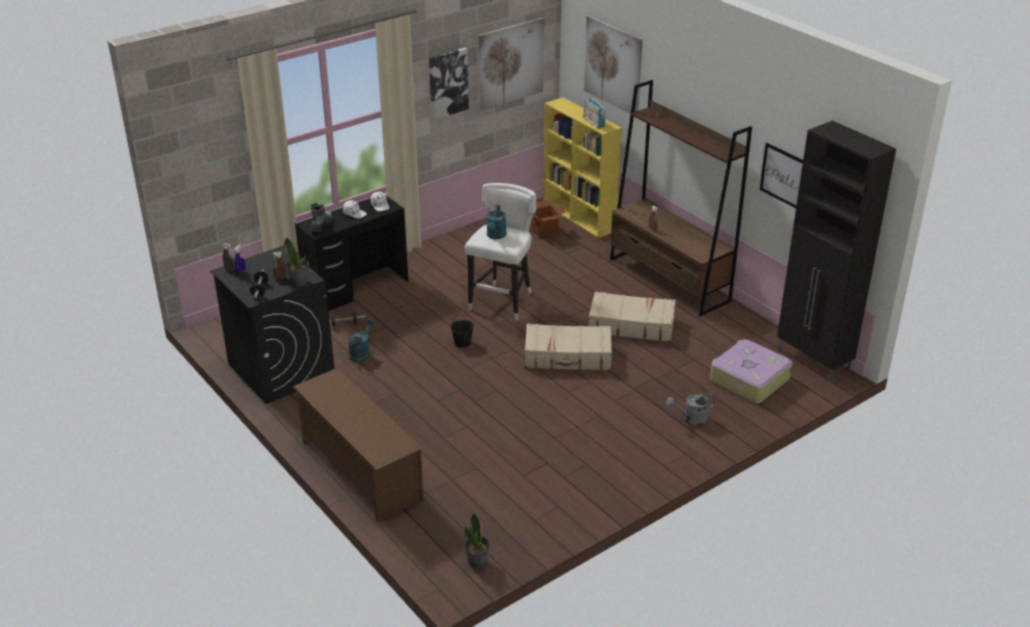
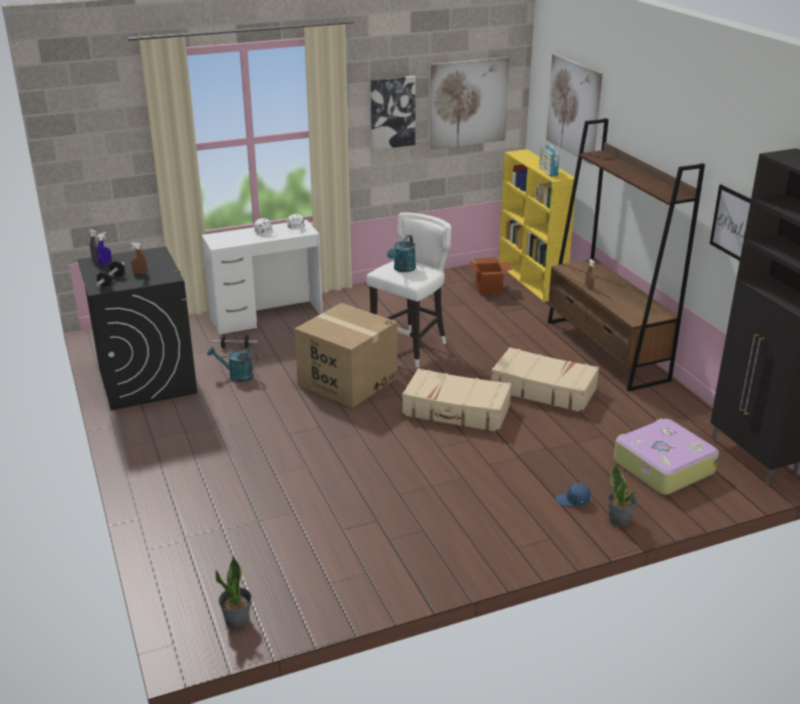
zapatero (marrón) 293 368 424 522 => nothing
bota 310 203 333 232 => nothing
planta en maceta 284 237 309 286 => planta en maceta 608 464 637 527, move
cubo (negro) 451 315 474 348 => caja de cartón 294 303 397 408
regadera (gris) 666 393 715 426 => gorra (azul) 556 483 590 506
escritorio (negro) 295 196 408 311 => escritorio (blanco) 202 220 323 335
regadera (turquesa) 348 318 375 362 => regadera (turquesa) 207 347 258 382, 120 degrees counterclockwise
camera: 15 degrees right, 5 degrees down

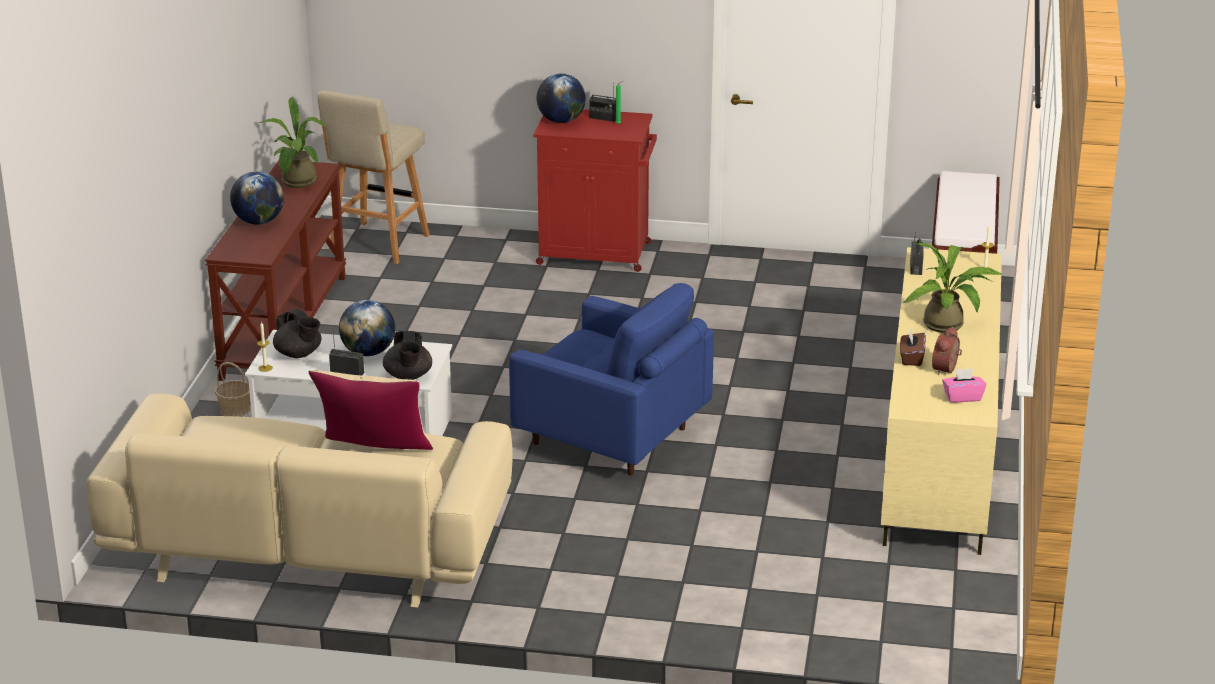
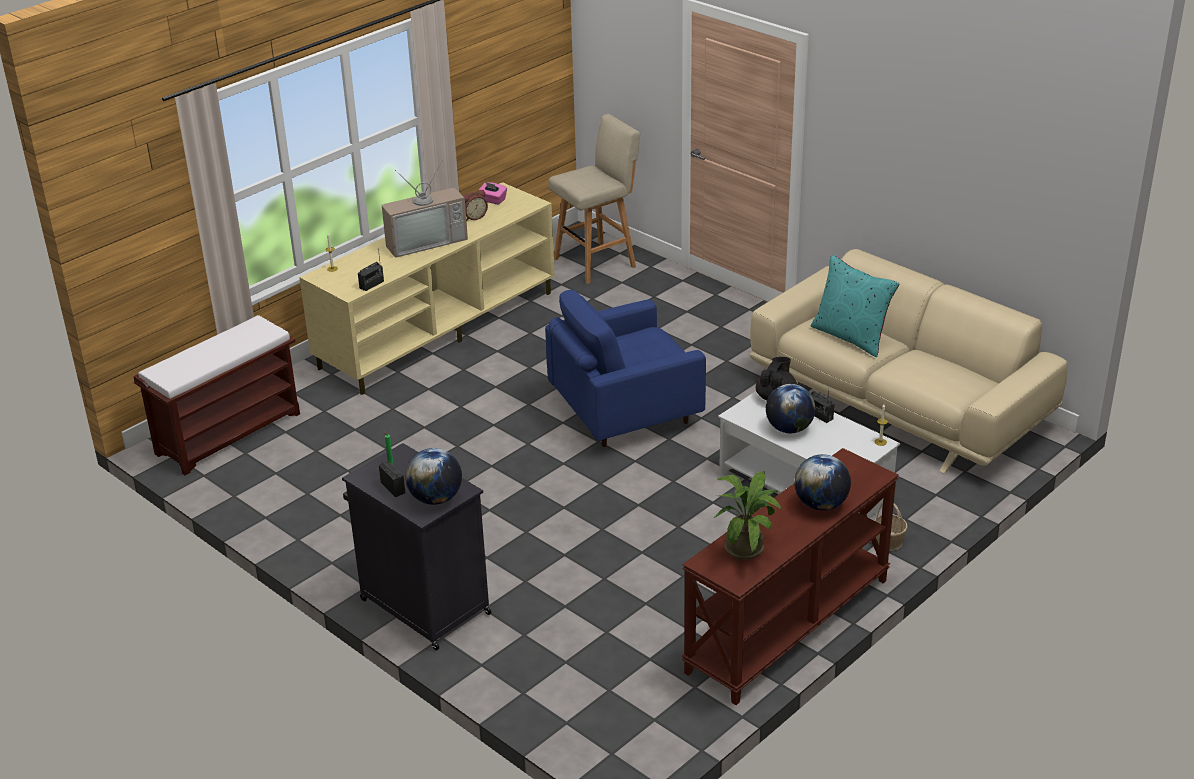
tetera (negro) 273 309 322 358 => nothing
caja de pañuelos (marrón) 900 328 926 366 => nothing
taburete (beis) 317 90 430 264 => taburete (beis) 548 114 640 284, move
planta en maceta 903 243 1002 333 => televisor 382 159 468 258
cojín (beis) 308 370 433 450 => cojín (turquesa) 811 255 899 357
armario (rojo) 534 109 657 272 => armario (negro) 342 443 491 651
sillón (azul) 509 283 714 476 => sillón (azul) 545 290 706 447, 90 degrees counterclockwise
camera: 145 degrees left, 5 degrees up

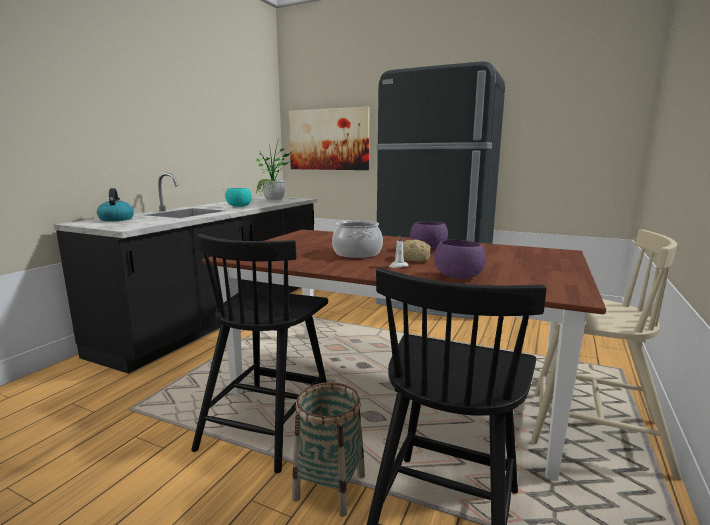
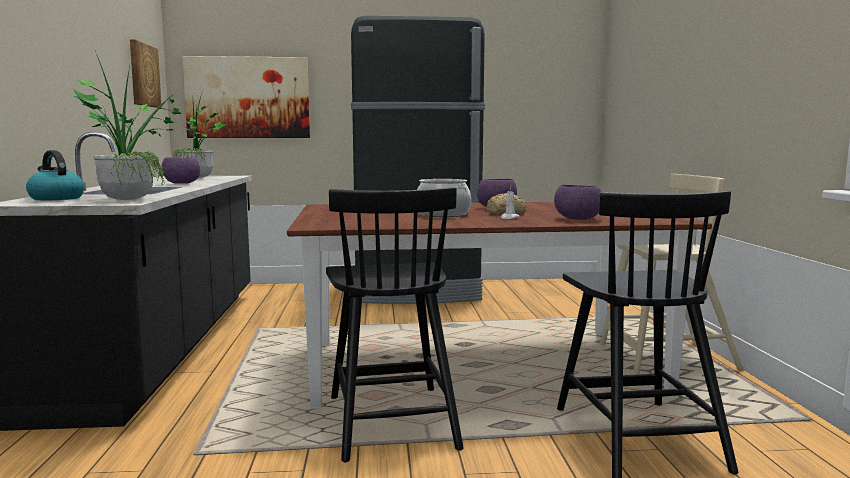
cesta 292 382 365 517 => nothing
nothing => planta en maceta 73 51 182 200
nothing => cuadro 130 39 162 108
cuenco (turquesa) 225 188 252 207 => cuenco (morado) 161 157 200 184
camera: 30 degrees left, 5 degrees down

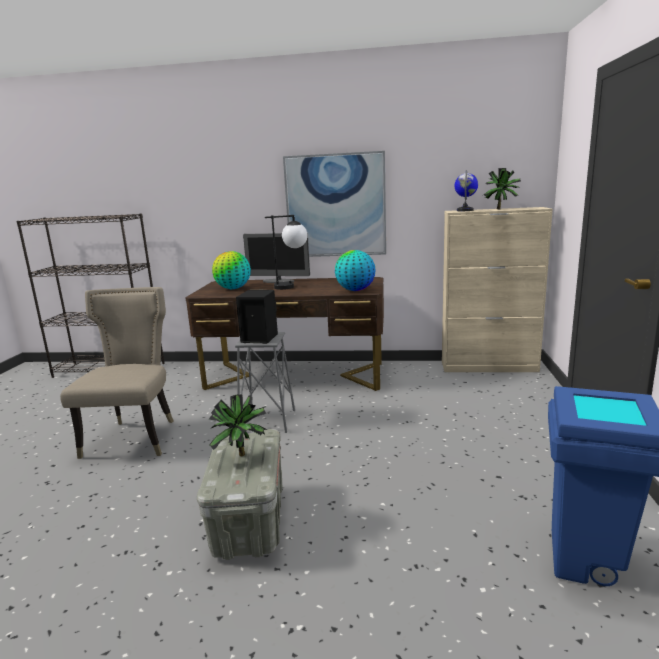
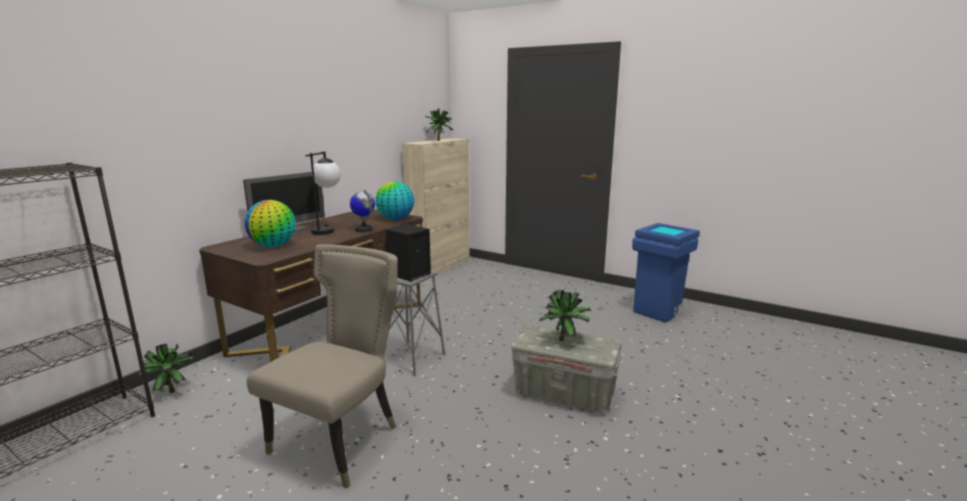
cuadro 283 151 386 257 => nothing
nothing => planta en maceta 138 343 194 393
globo terráqueo 454 170 478 211 => globo terráqueo 350 189 375 232, move
silla (beis) 60 287 174 459 => silla (beis) 247 244 398 488, 90 degrees clockwise
camera: 65 degrees left, 0 degrees up

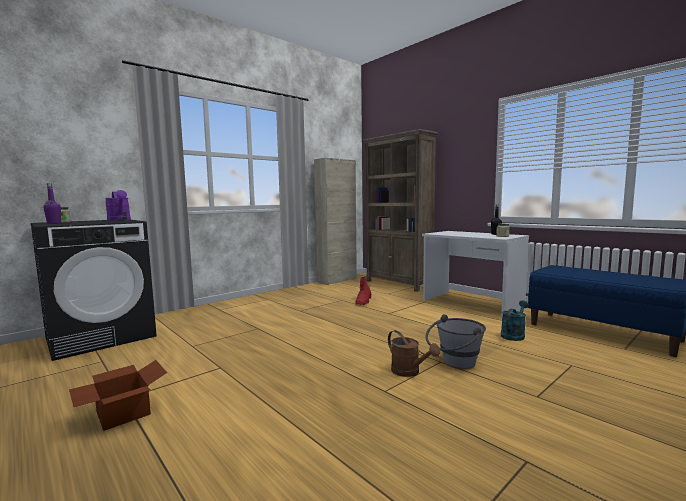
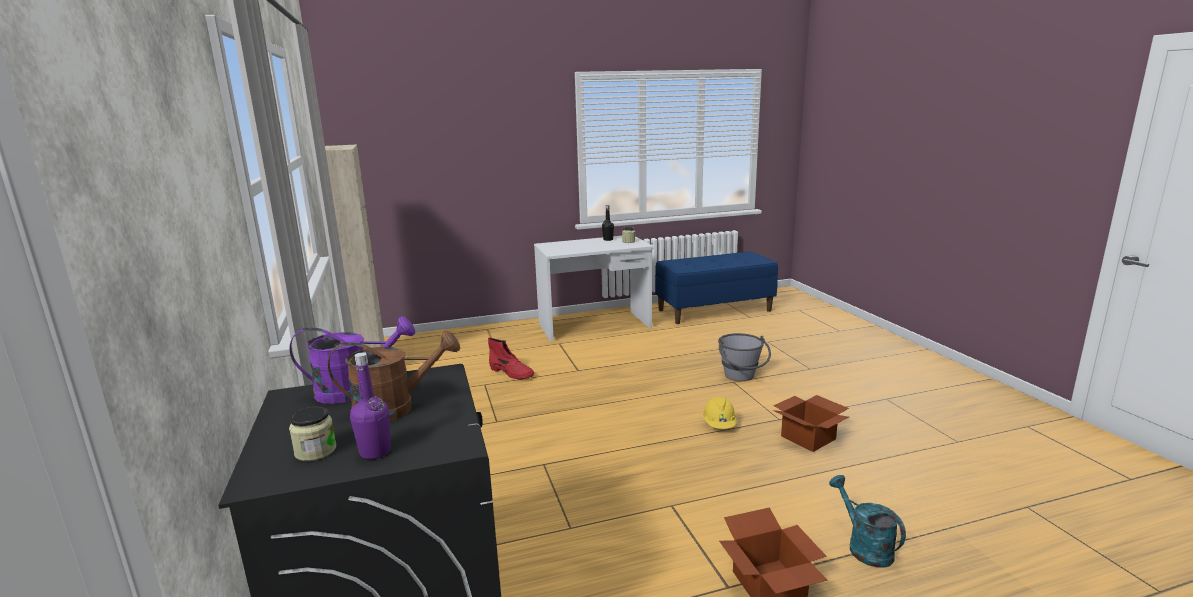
estantería (marrón) 363 129 438 292 => nothing
nothing => casco (amarillo) 703 397 737 429
nothing => caja de cartón 772 395 849 452
regadera (marrón) 388 330 440 377 => regadera (marrón) 328 331 460 421, move
regadera (turquesa) 501 300 529 341 => regadera (turquesa) 829 475 906 568, move
camera: 65 degrees left, 10 degrees up

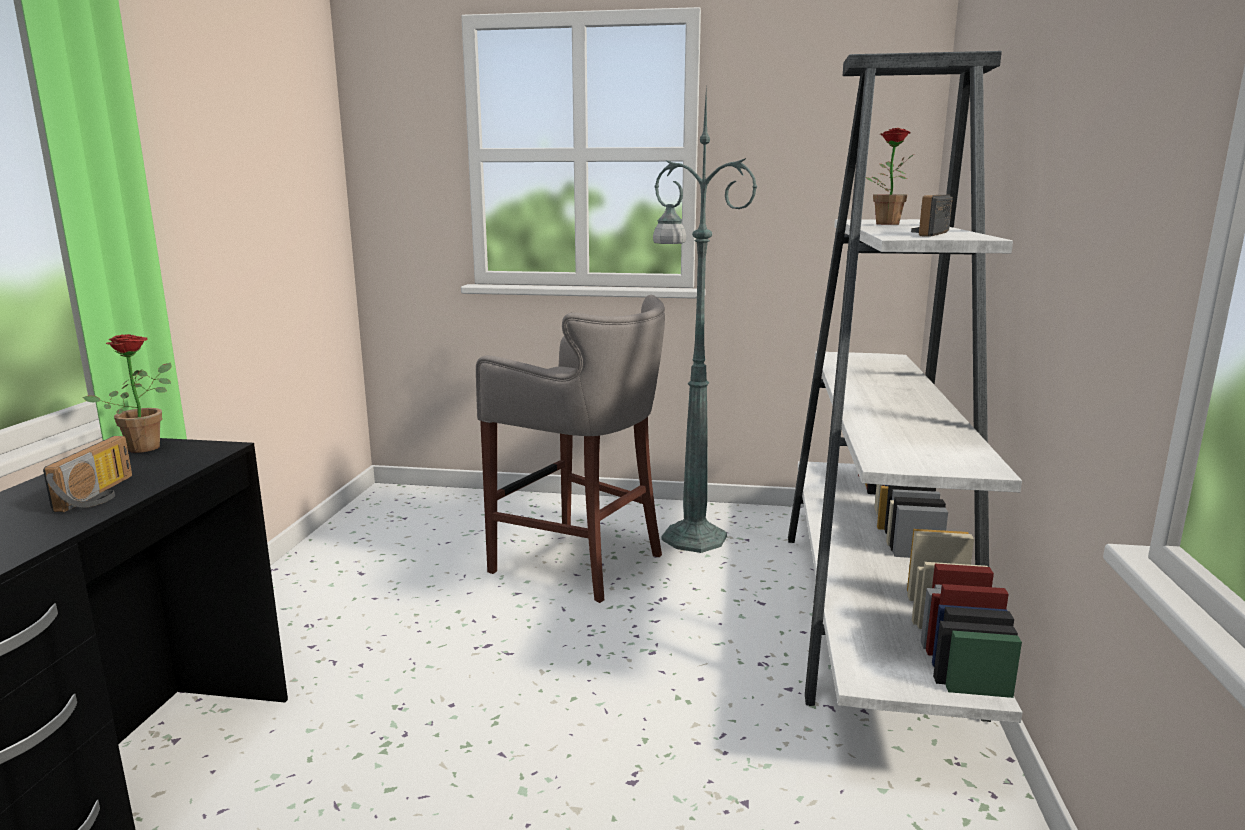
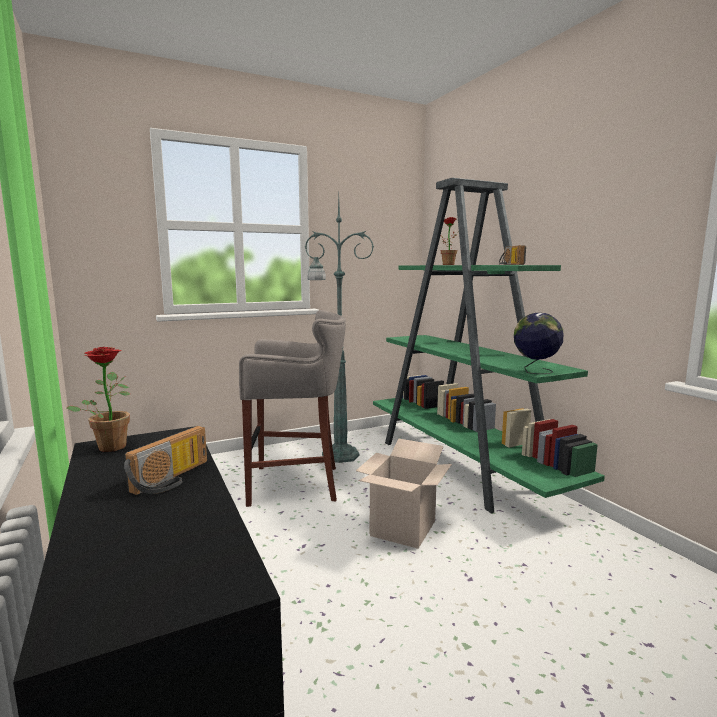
nothing => caja de cartón 356 439 452 549
nothing => globo terráqueo 514 313 563 374
estantería (blanco) 788 51 1023 723 => estantería (verde) 373 178 605 513
radio 43 436 132 512 => radio 124 426 207 495, 60 degrees clockwise
camera: 35 degrees left, 5 degrees down

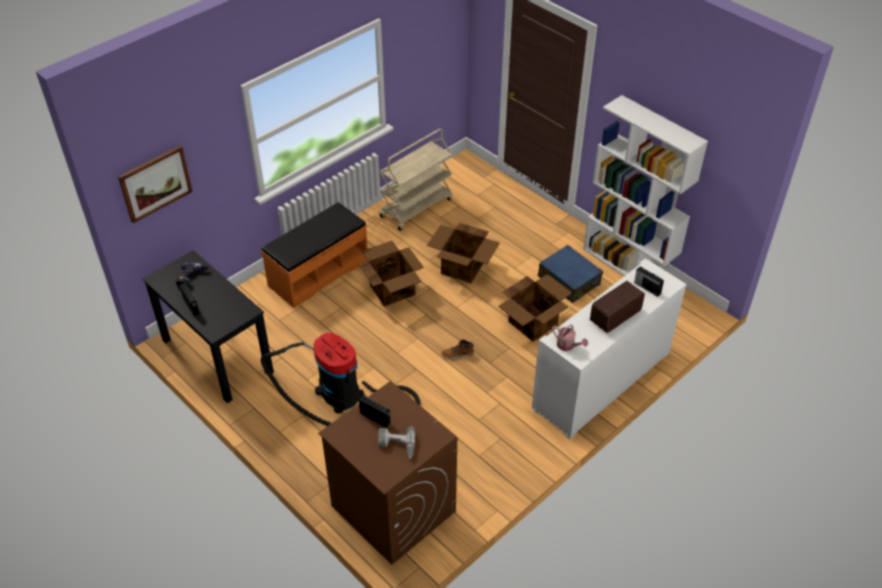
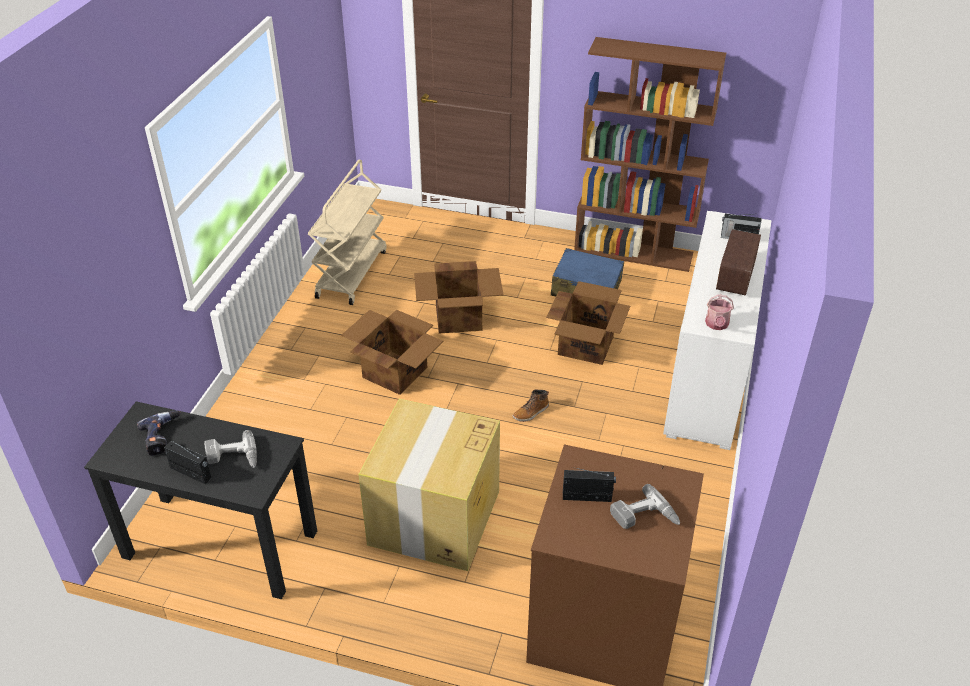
cuadro 118 145 193 223 => nothing
banco (naranja) 261 202 368 308 => nothing
nothing => taladro 204 430 257 468
aspiradora 261 333 420 426 => caja de cartón 358 399 500 571
estantería (blanco) 583 95 708 276 => estantería (marrón) 574 37 726 272
regadera 552 325 588 351 => regadera 705 294 734 330, 90 degrees clockwise
camera: 30 degrees left, 5 degrees down

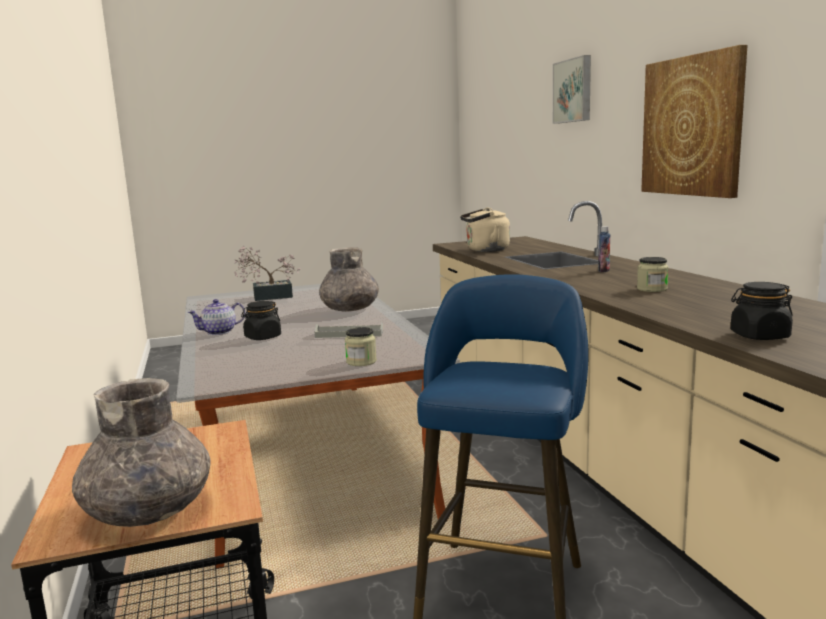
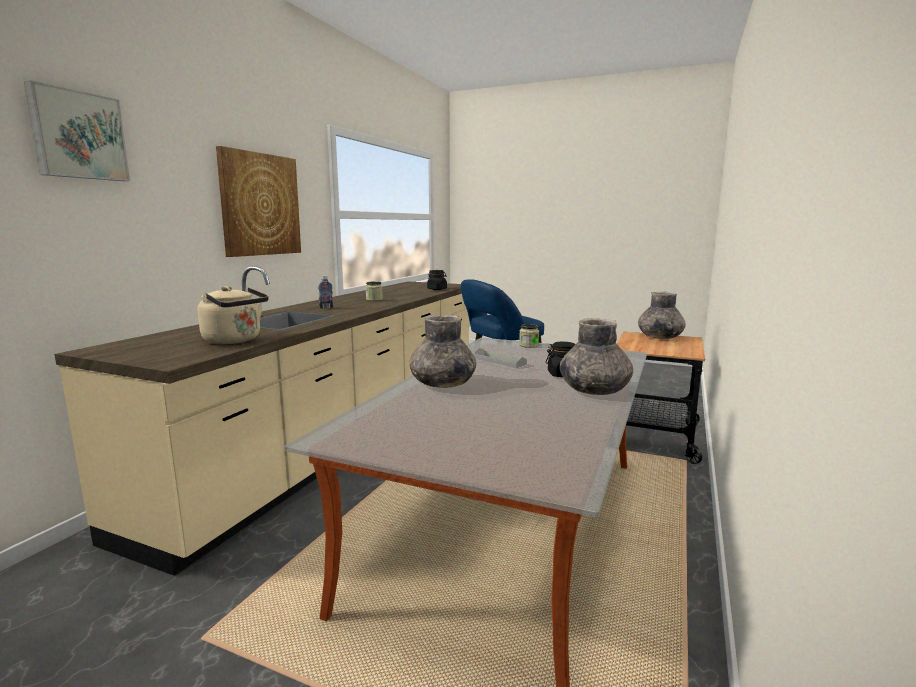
planta en maceta 234 246 301 301 => nothing
tetera 187 299 245 335 => florero (gris) 560 318 633 395
camera: 140 degrees left, 0 degrees up

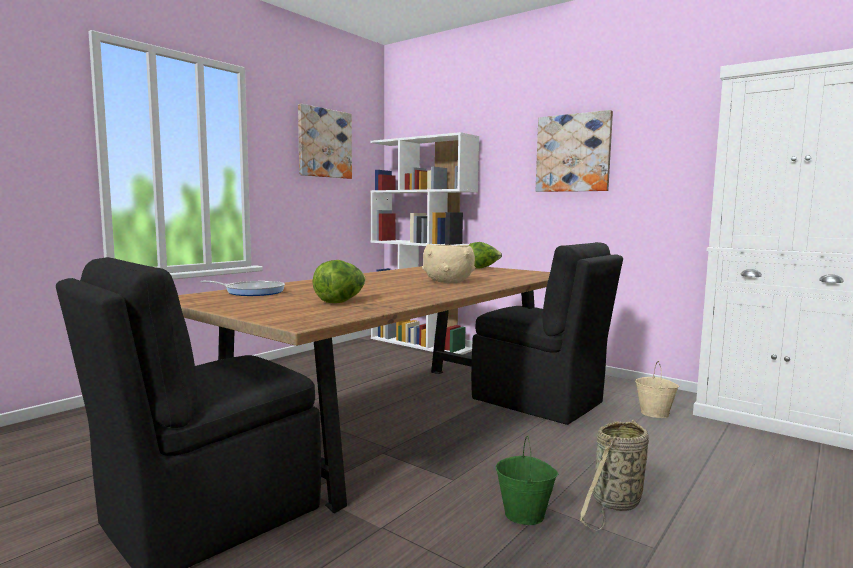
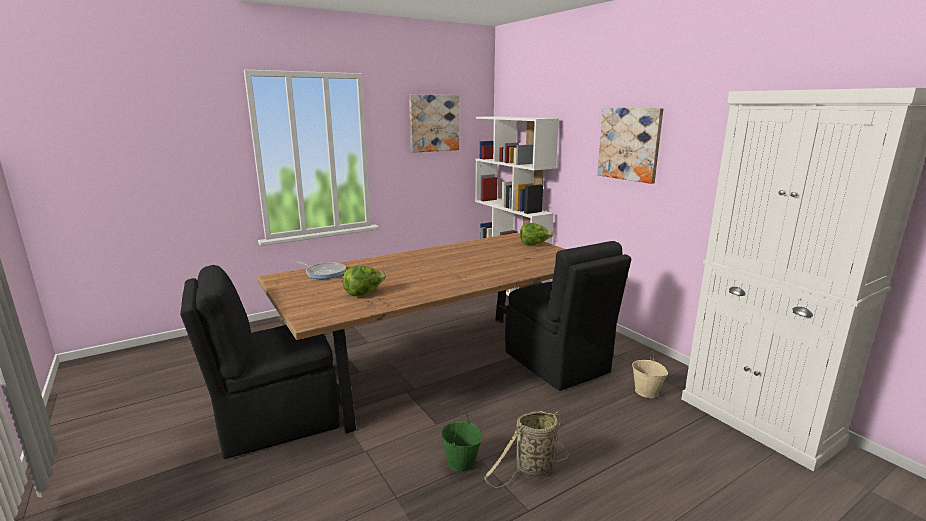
cuenco (beis) 422 244 475 283 => nothing
camera: 20 degrees right, 10 degrees up

